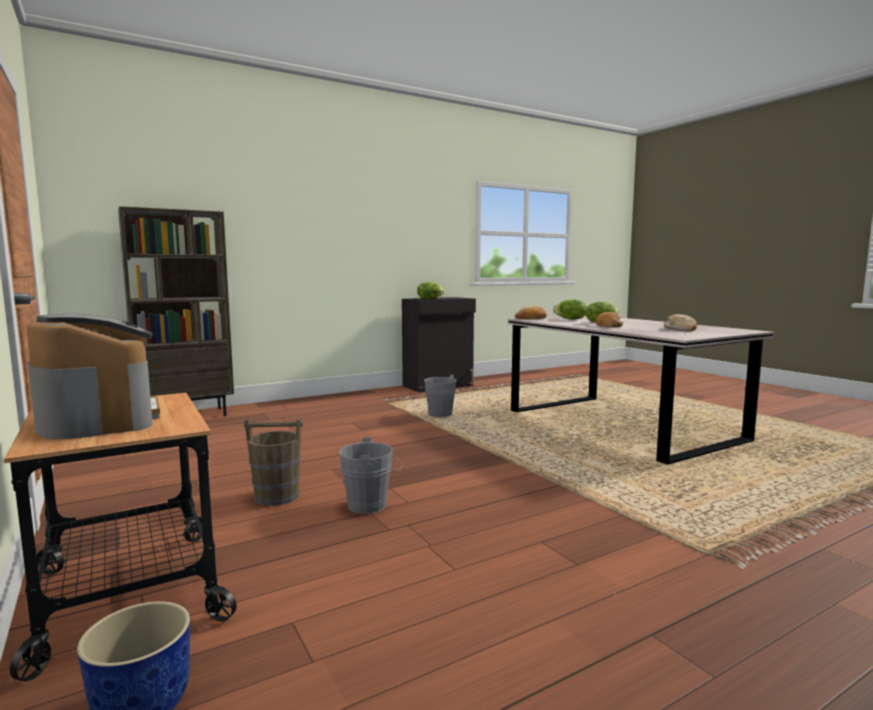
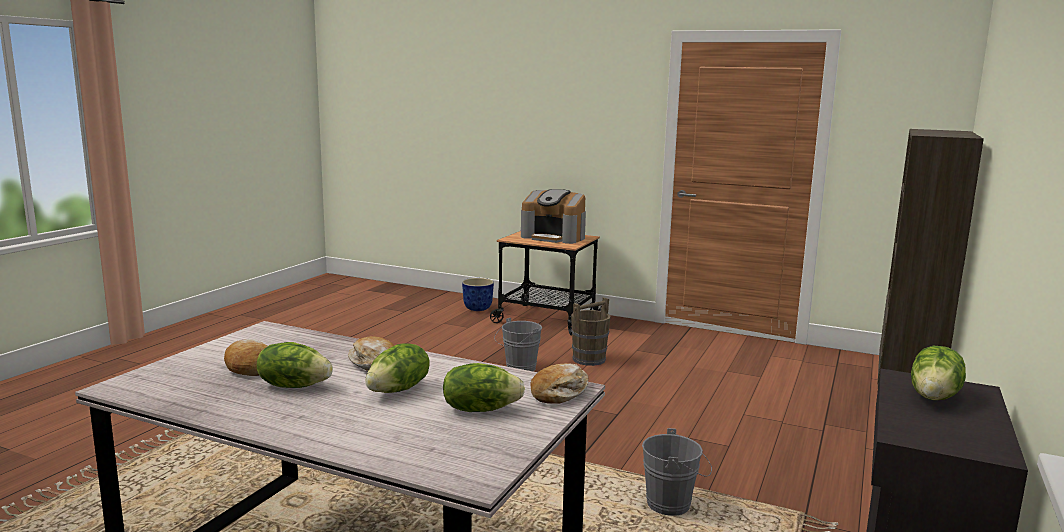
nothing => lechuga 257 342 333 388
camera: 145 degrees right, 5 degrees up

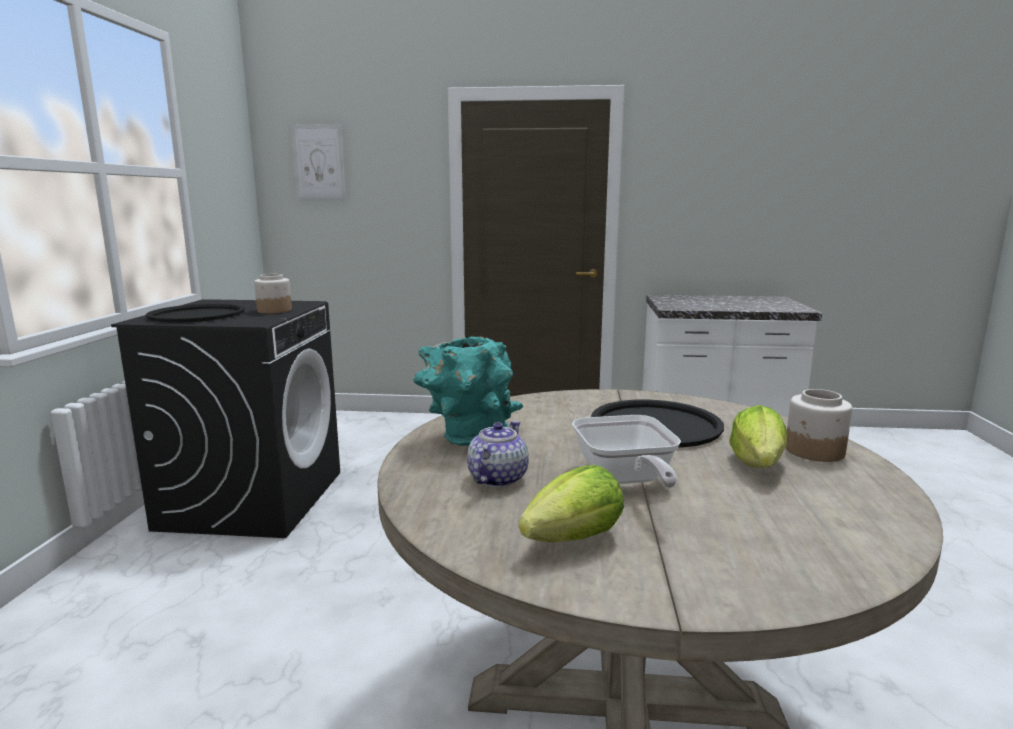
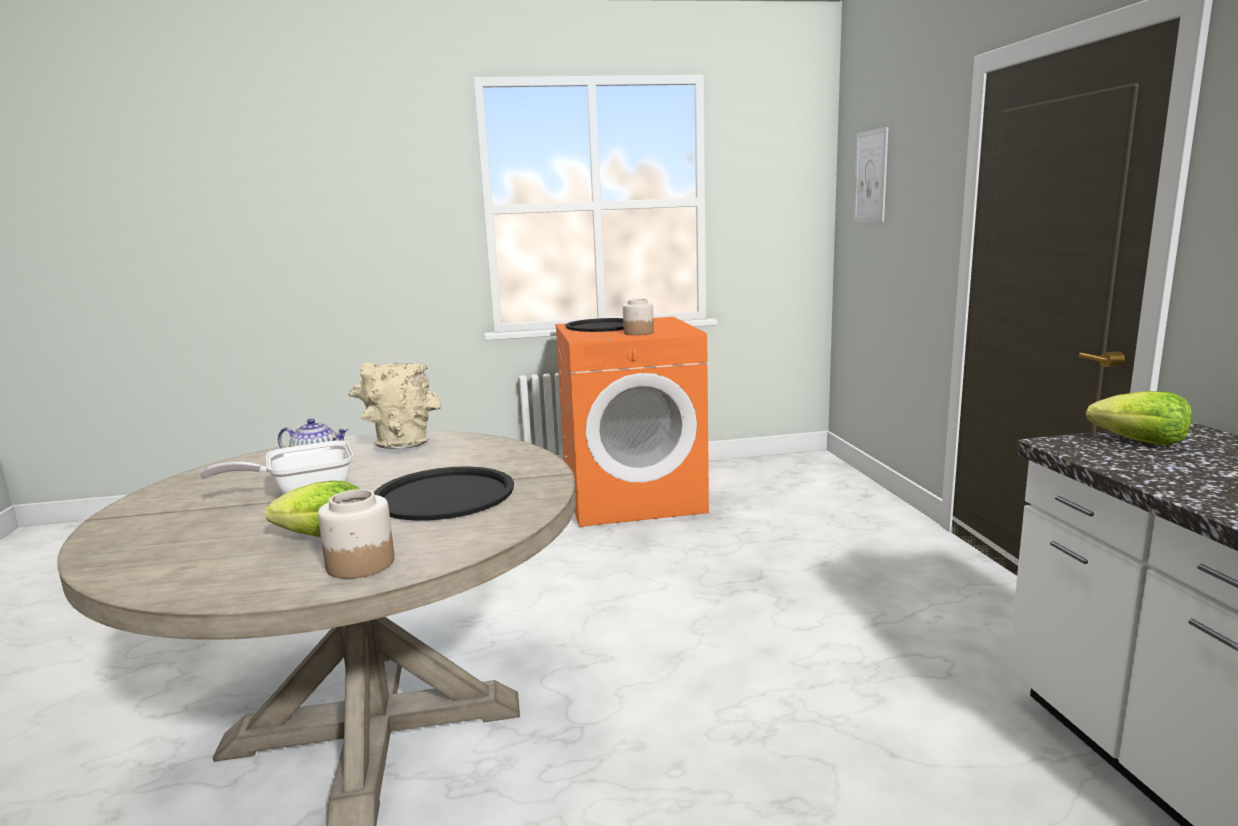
lechuga 519 465 624 542 => lechuga 1086 391 1192 445, move
lavadora (negro) 111 299 340 538 => lavadora (naranja) 555 317 709 527
florero (turquesa) 413 337 523 446 => florero (beis) 348 362 442 449
camera: 75 degrees right, 0 degrees up

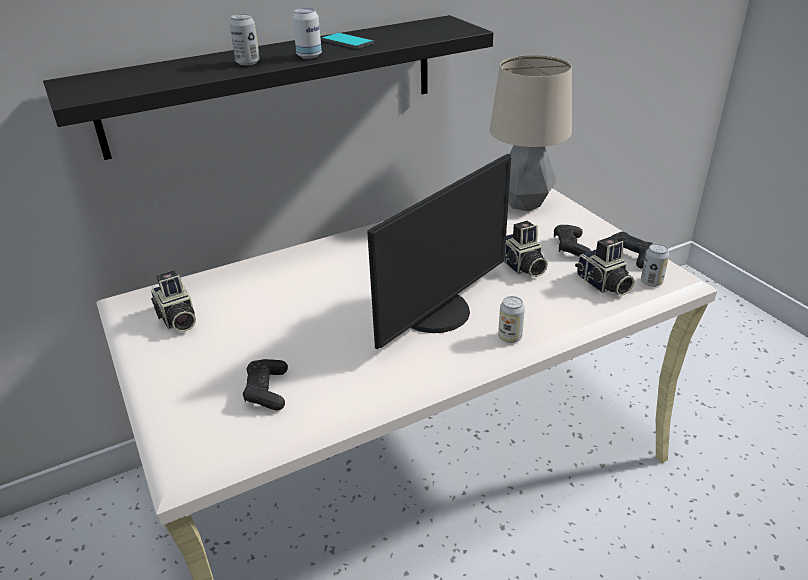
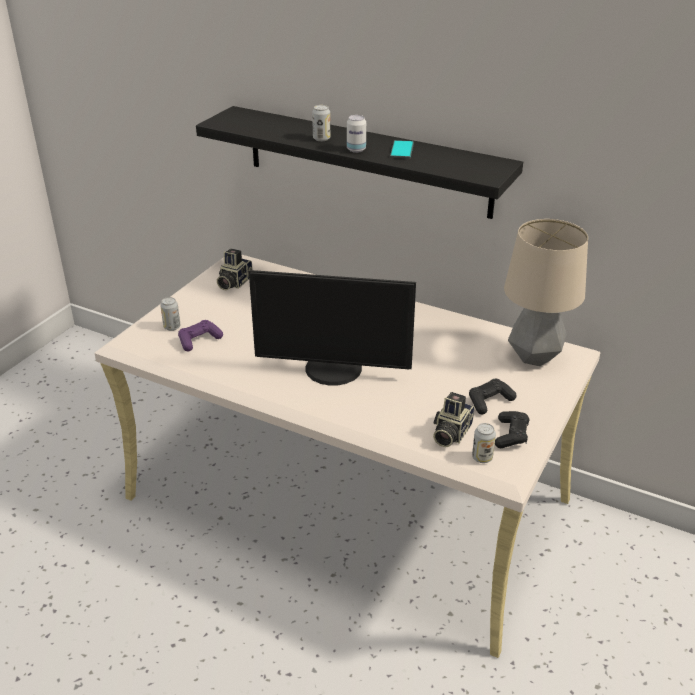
cámara 504 221 548 277 => nothing
lata 498 296 525 343 => lata 160 297 180 331, move
mando de consola (negro) 243 359 288 411 => mando de consola (morado) 178 320 223 351
camera: 55 degrees right, 0 degrees up

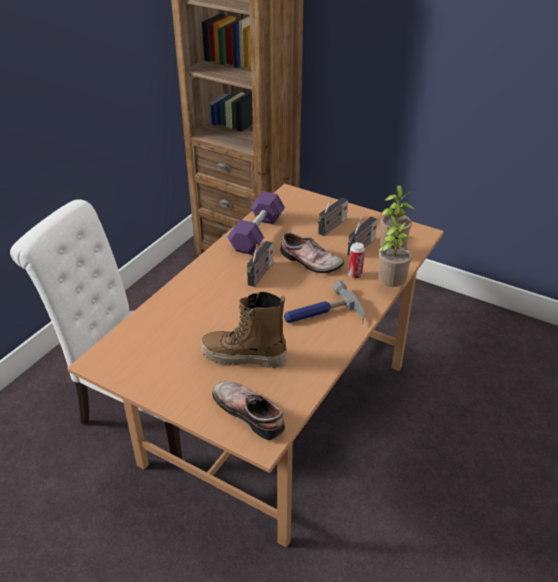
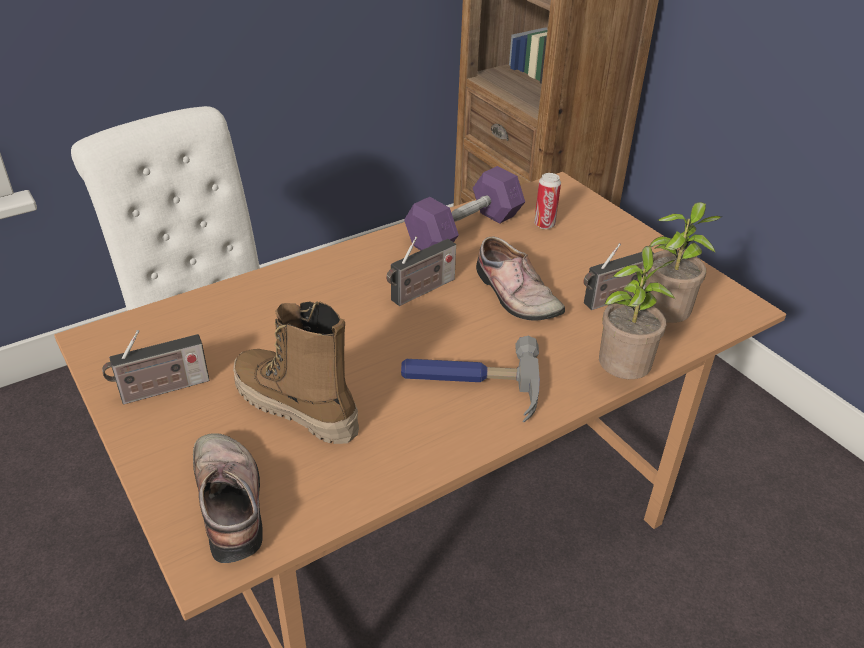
radio 318 197 348 236 => radio 102 330 210 404, move
lata 348 242 365 279 => lata 534 173 561 229, move
camera: 25 degrees right, 0 degrees up

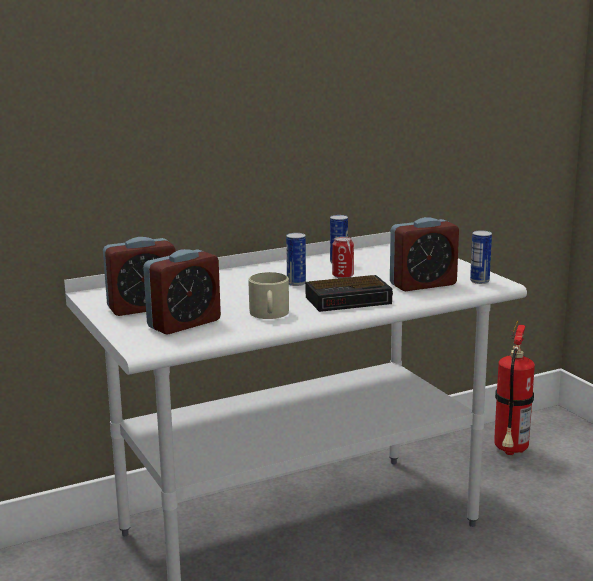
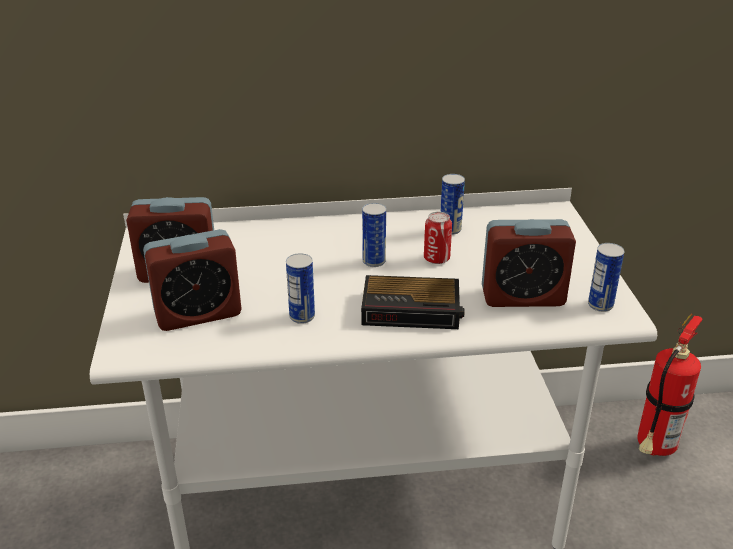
taza grande (beis) 248 272 289 319 => lata 286 253 315 324
camera: 20 degrees right, 15 degrees up

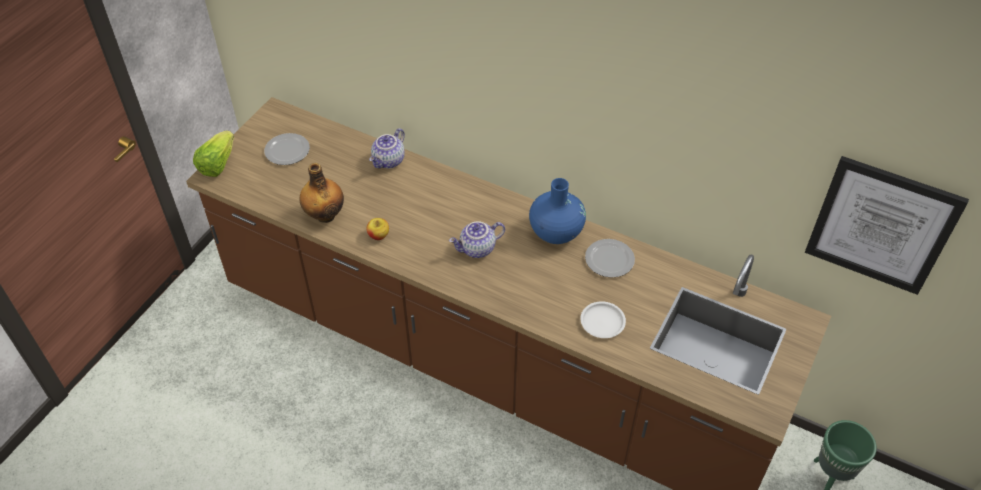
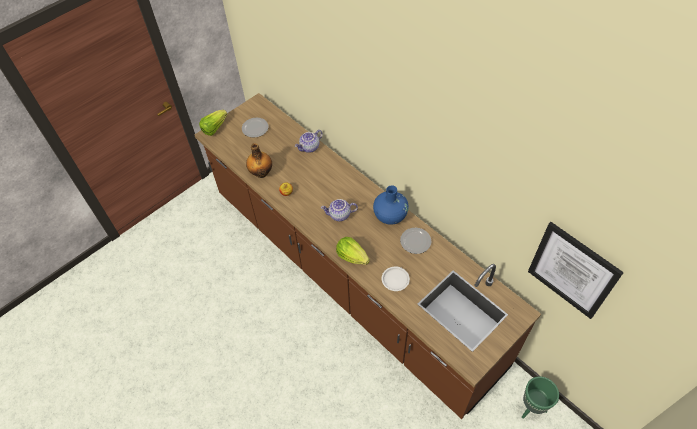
nothing => lechuga 336 237 370 265
camera: 20 degrees right, 5 degrees up

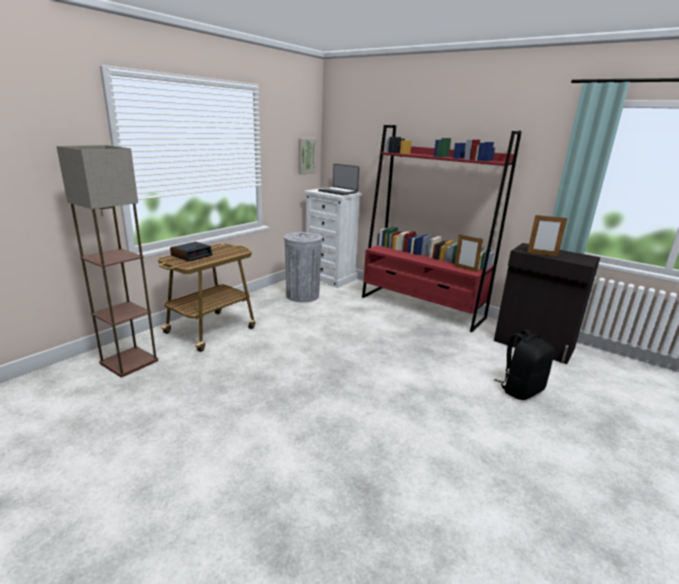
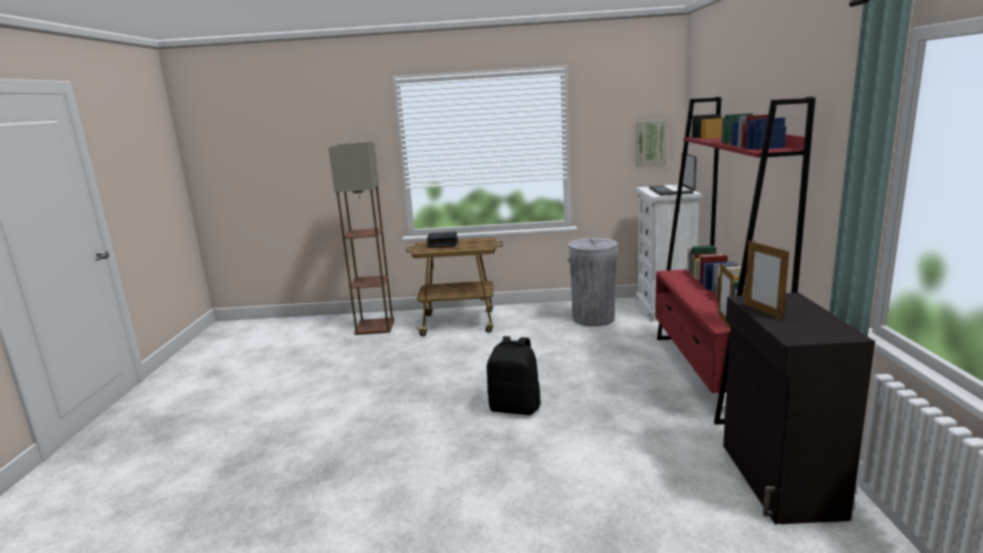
mochila (negro) 494 329 555 400 => mochila (negro) 487 336 541 415, move
camera: 55 degrees right, 5 degrees down

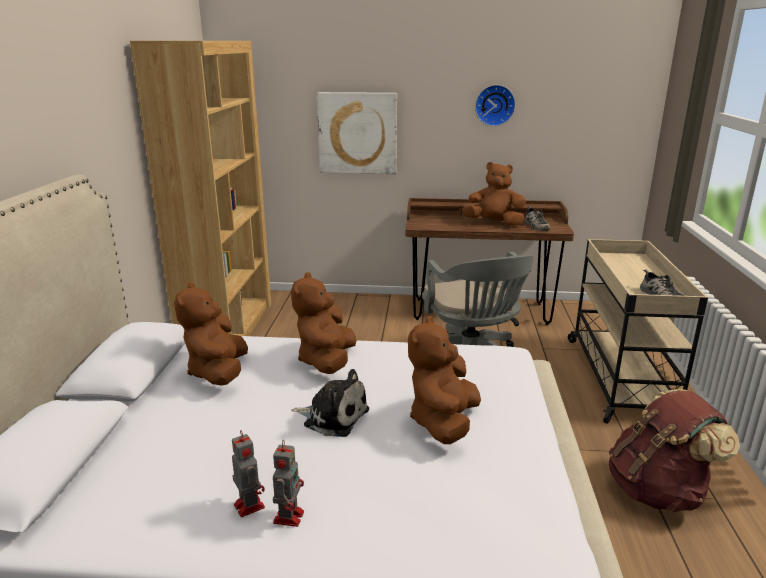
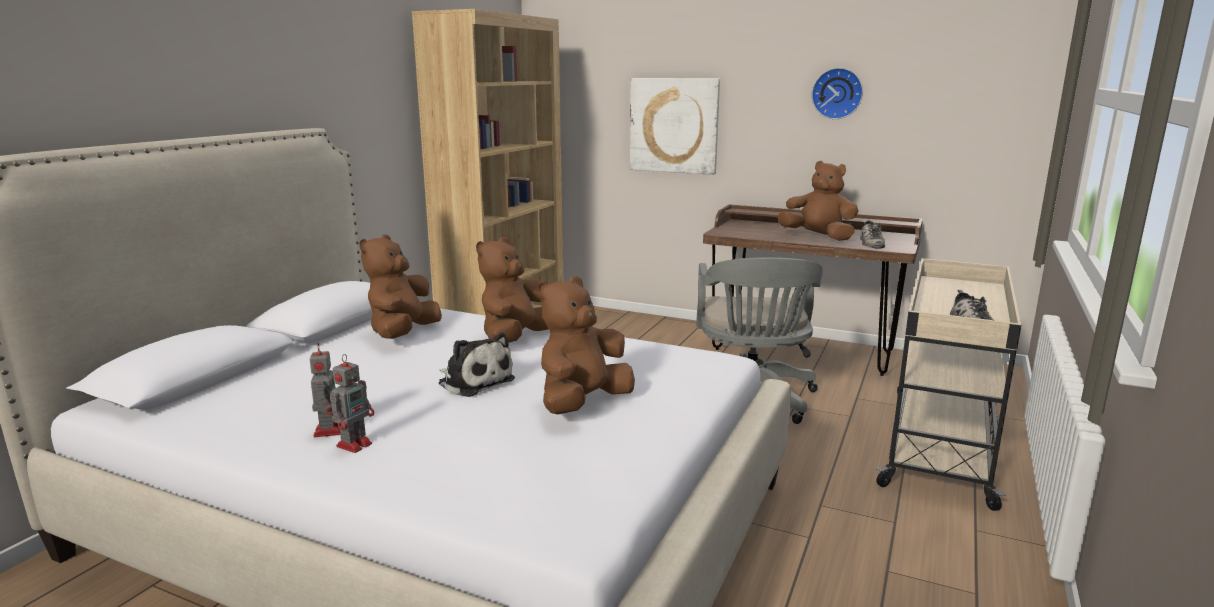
mochila (marrón) 609 389 740 512 => nothing
camera: 20 degrees right, 5 degrees down

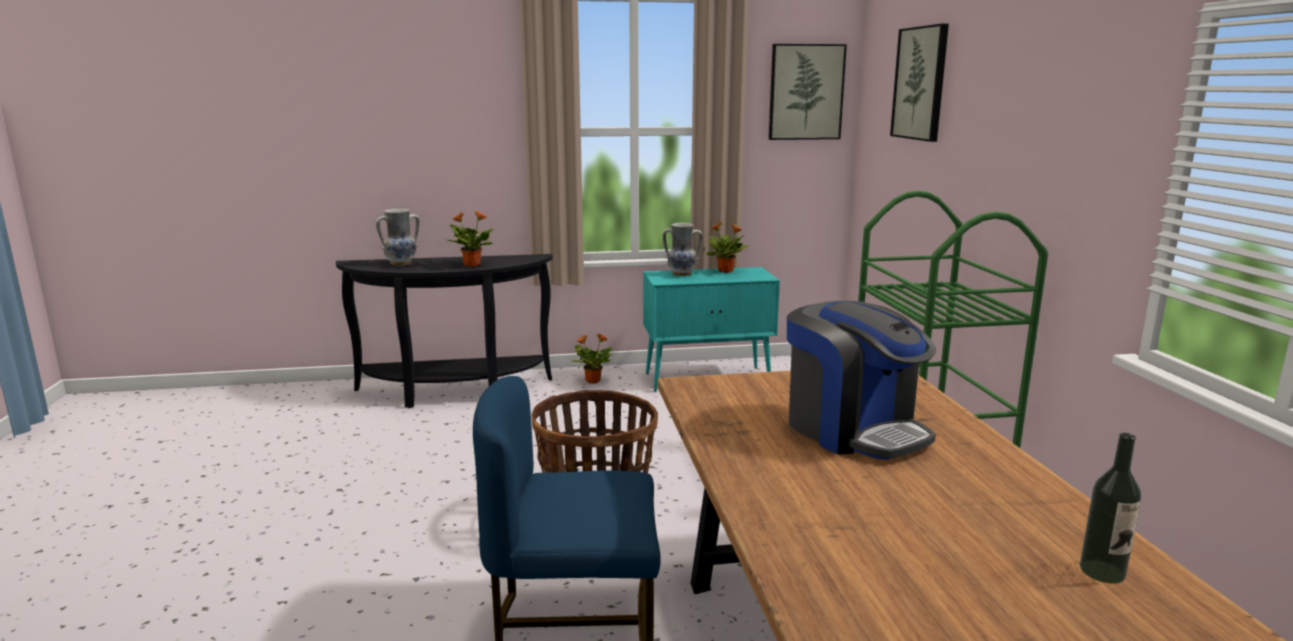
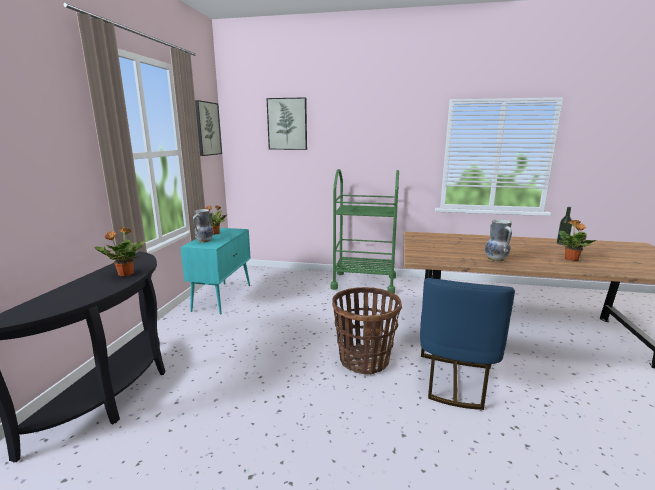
cafetera 787 301 936 460 => nothing
florero 376 209 419 266 => florero 485 219 512 262, move
planta en maceta 572 333 612 383 => planta en maceta 558 220 596 261, move
camera: 70 degrees left, 0 degrees up

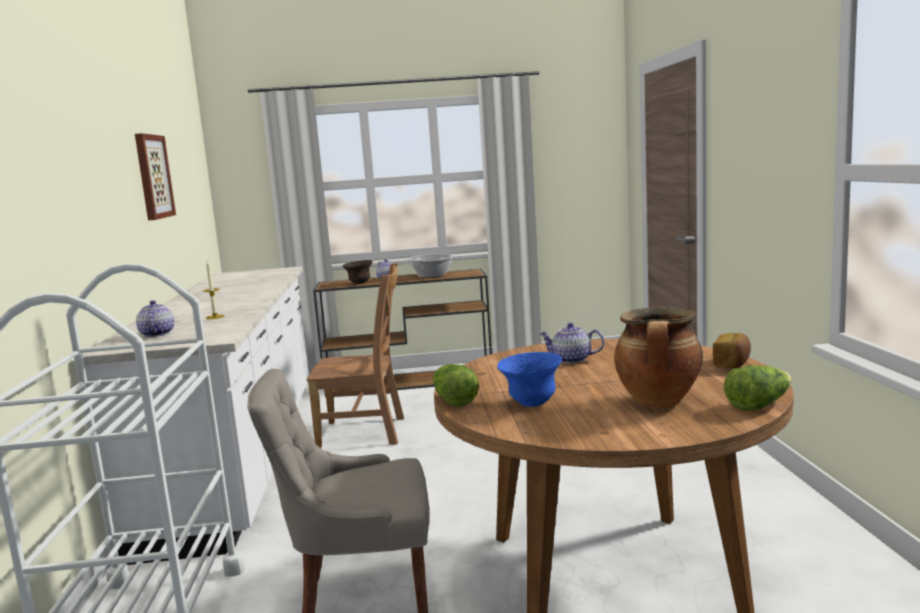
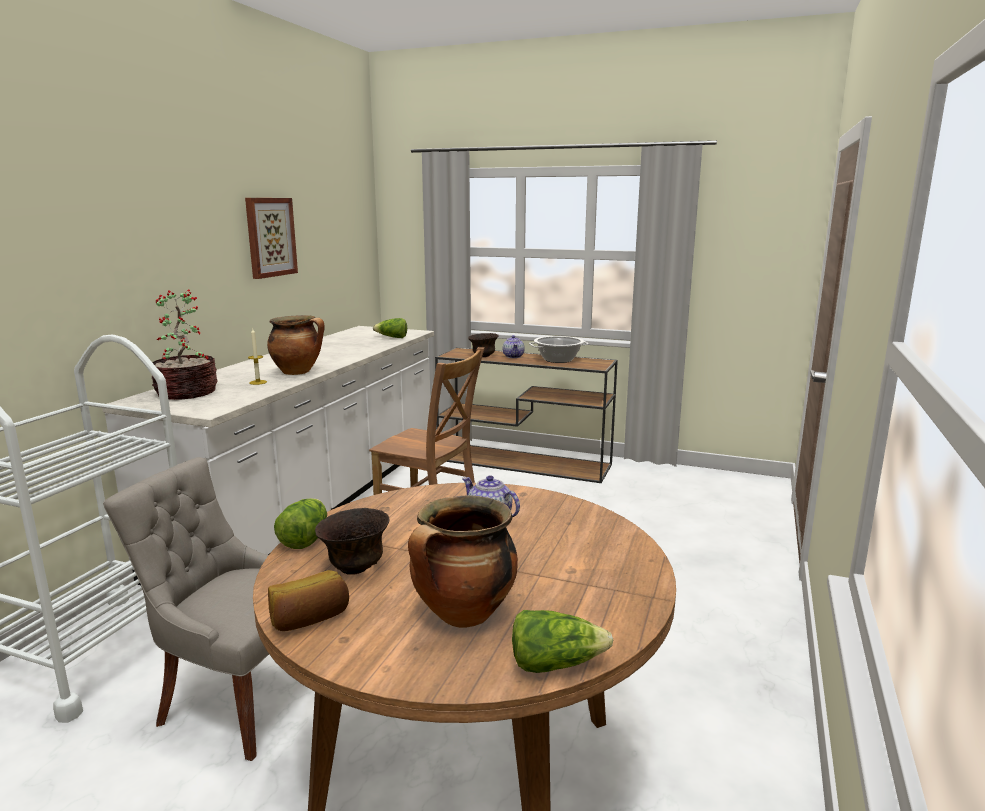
nothing => olla 267 315 325 375
nothing => lechuga 373 318 407 338
pan 713 333 751 369 => pan 268 570 349 631, move
tetera 136 300 174 337 => planta en maceta 152 289 218 400
cuenco (azul) 497 352 562 407 => cuenco (marrón) 315 508 389 575
camera: 25 degrees right, 5 degrees up

